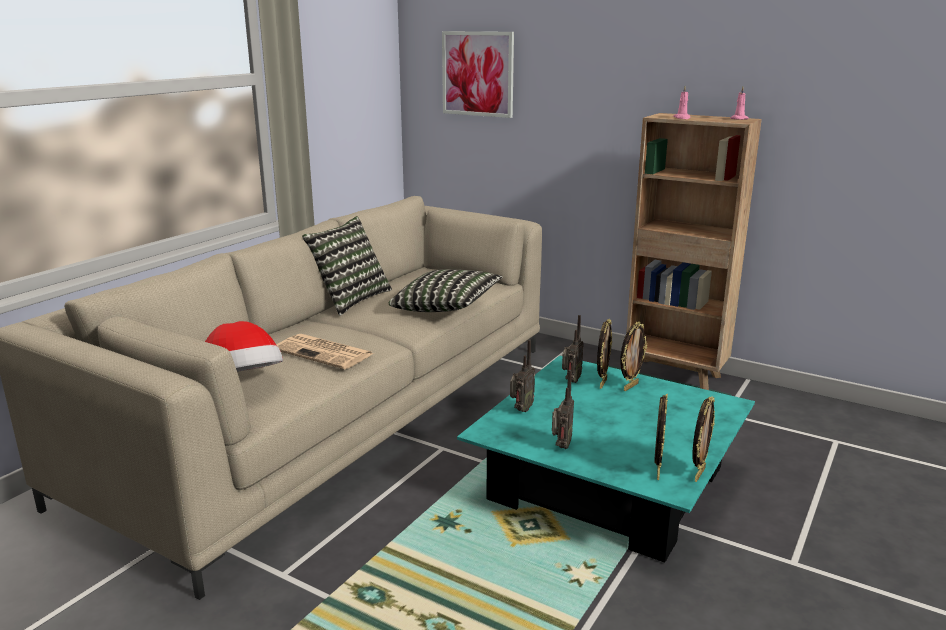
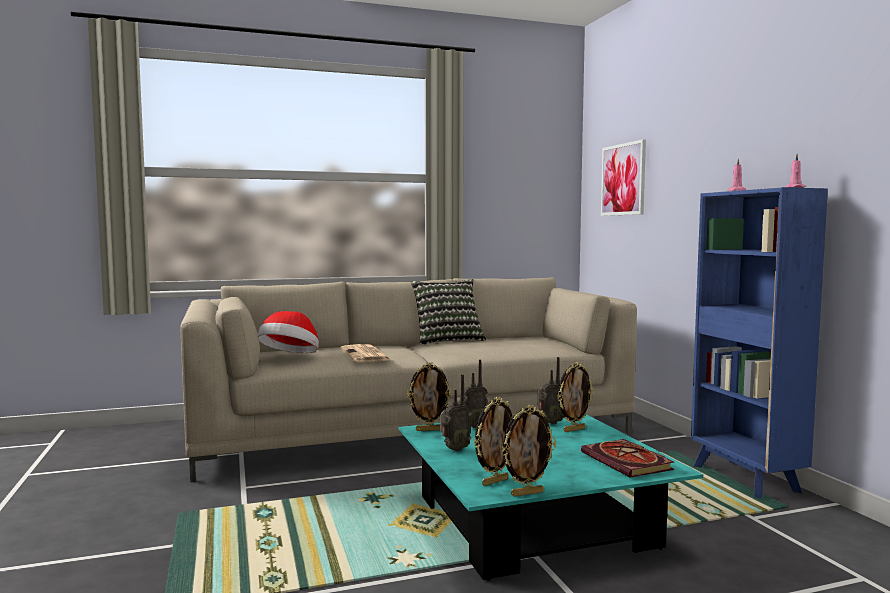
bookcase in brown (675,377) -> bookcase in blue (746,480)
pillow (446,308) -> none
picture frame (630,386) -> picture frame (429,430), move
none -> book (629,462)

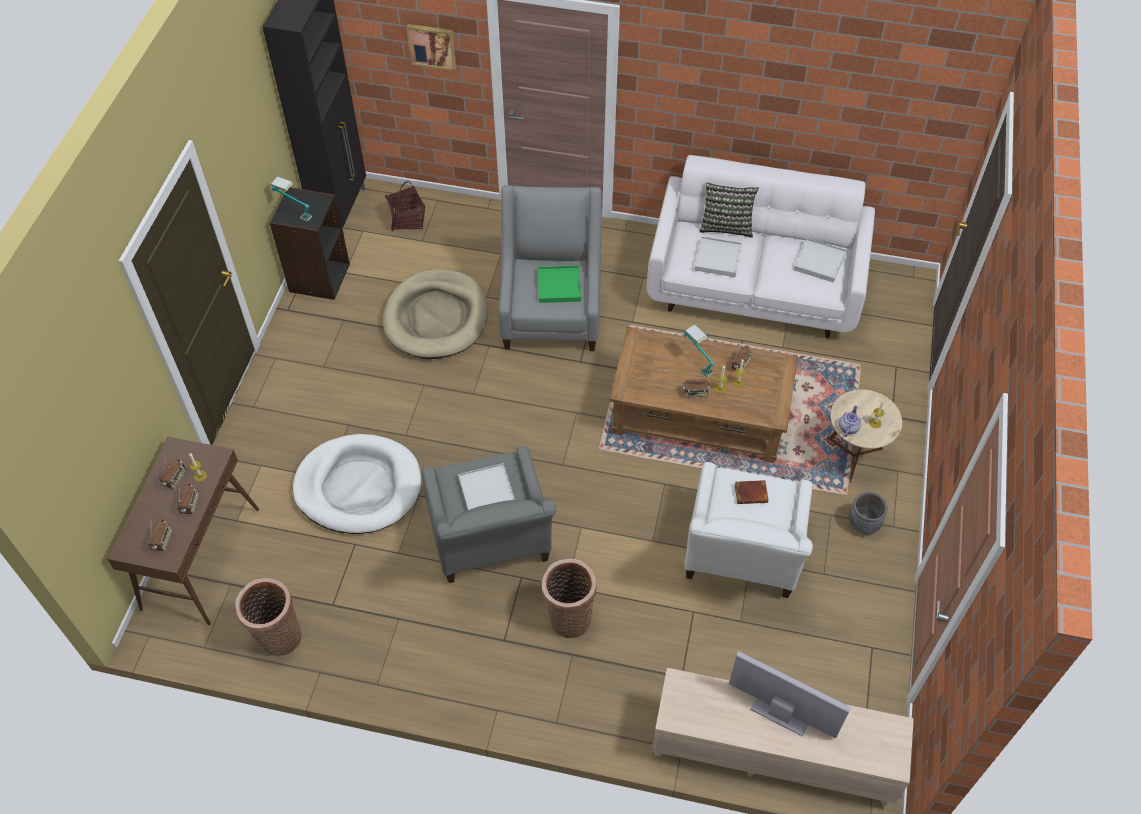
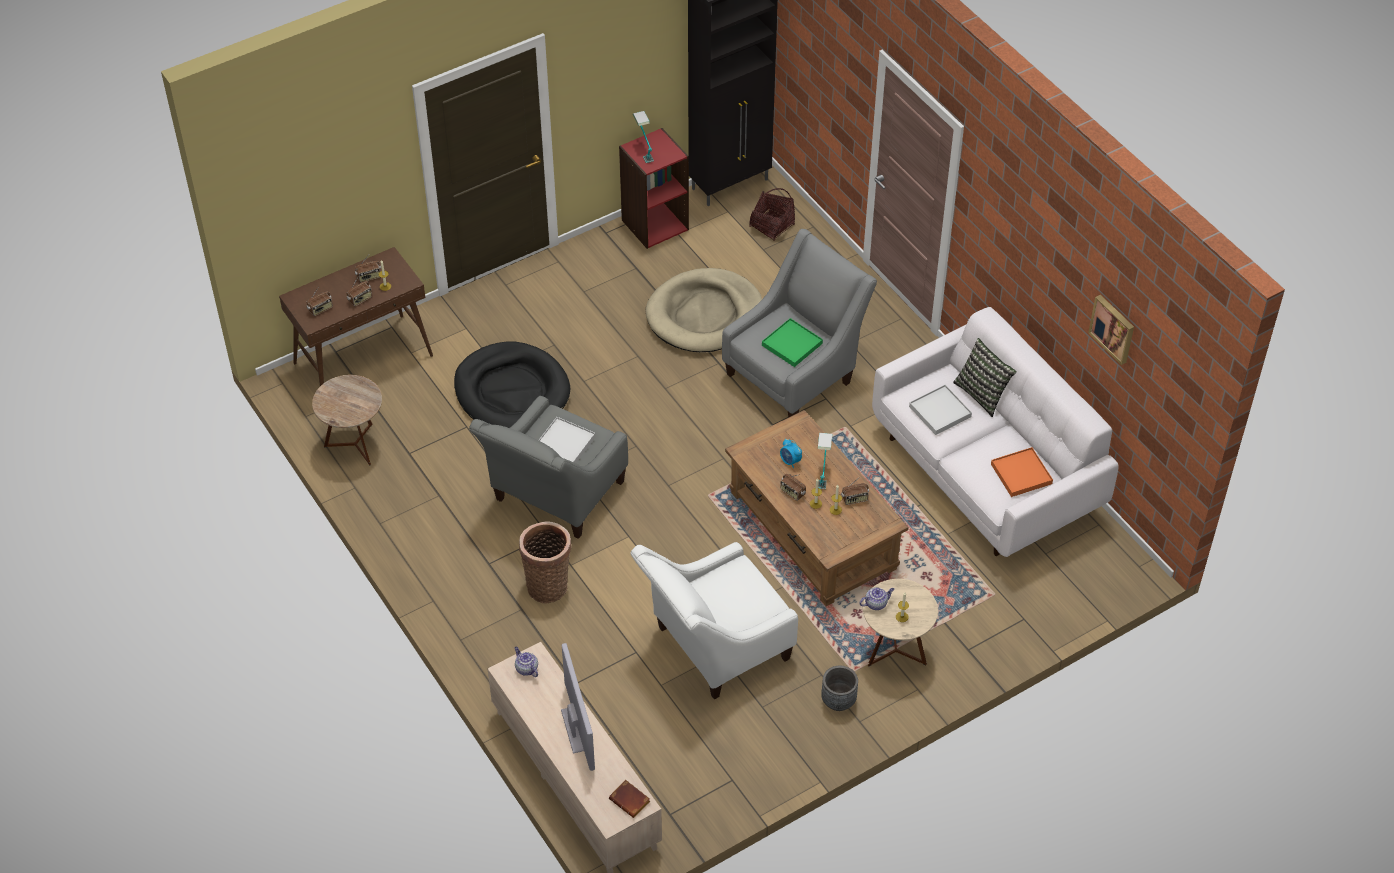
picture (432,45) -> picture (1113,328), move
bookcase in black (319,277) -> bookcase in red (654,224)
tray in white (819,262) -> tray in orange (1021,474)
dog bed in white (358,487) -> dog bed in black (512,391)
book in brown (751,493) -> book in brown (631,801), move
basket (277,636) -> side table in brown (355,445)
none -> alarm clock (790,461)
none -> teapot (526,668)

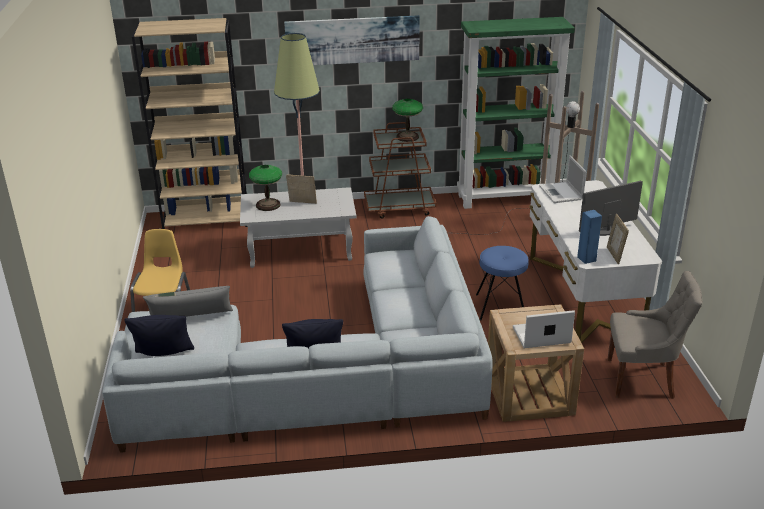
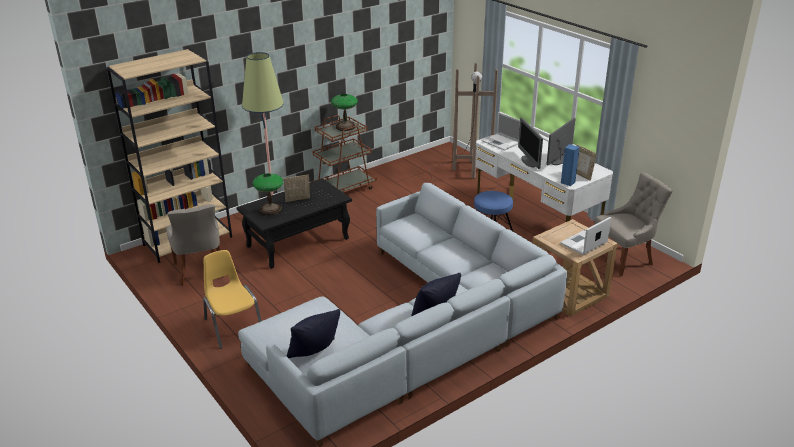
picture (352,40) -> none
bookcase in green (506,198) -> none
coffee table in white (299,250) -> coffee table in black (297,243)
pillow in grey (191,320) -> none
none -> monitor (528,161)
none -> chair in grey (200,271)

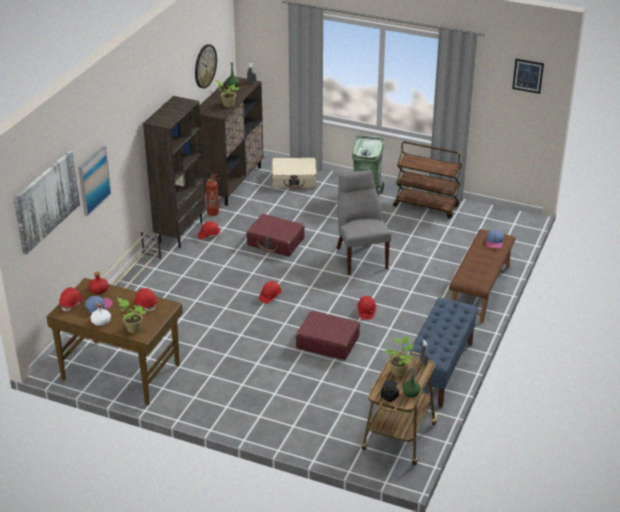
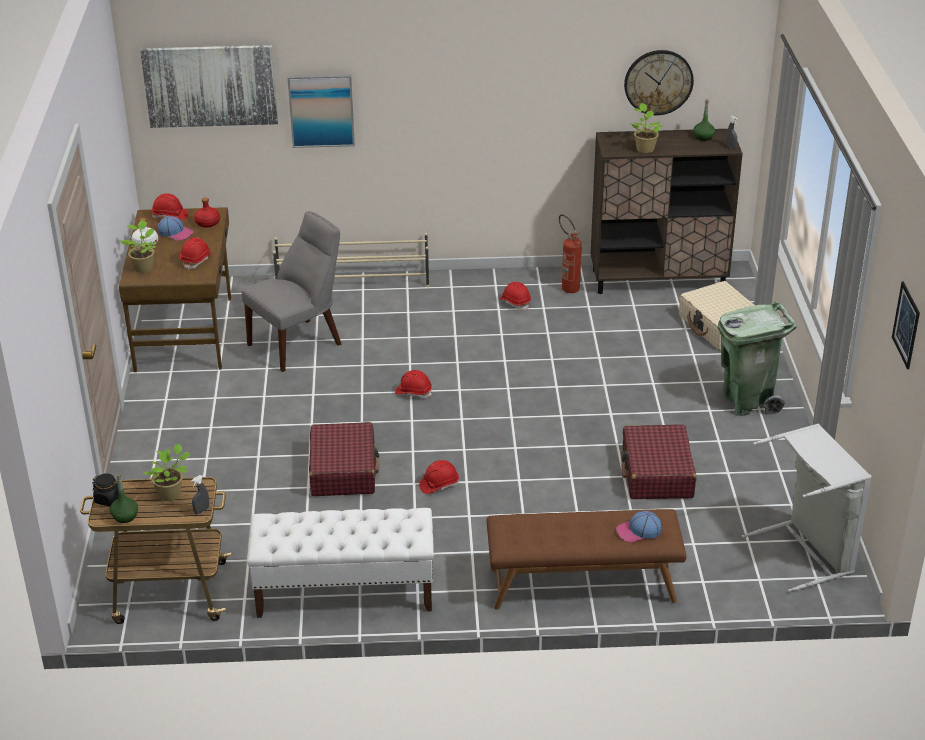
bookcase in brown (180,232) -> none
cart in brown (426,206) -> none
chair in grey (360,256) -> chair in grey (299,343), move
suitcase in red (276,242) -> suitcase in red (657,473), move
bench in blue (439,370) -> bench in white (344,592)
none -> laundry basket in grey (807,552)

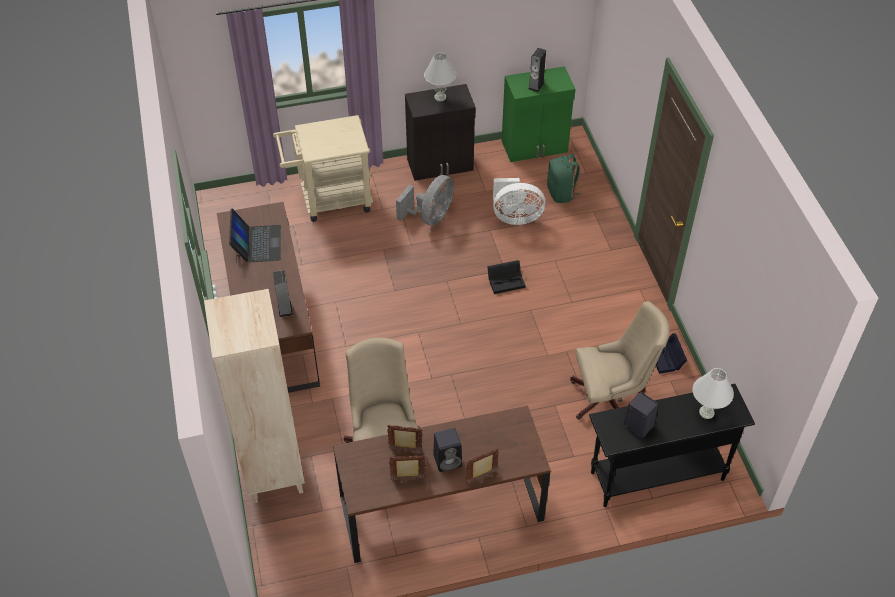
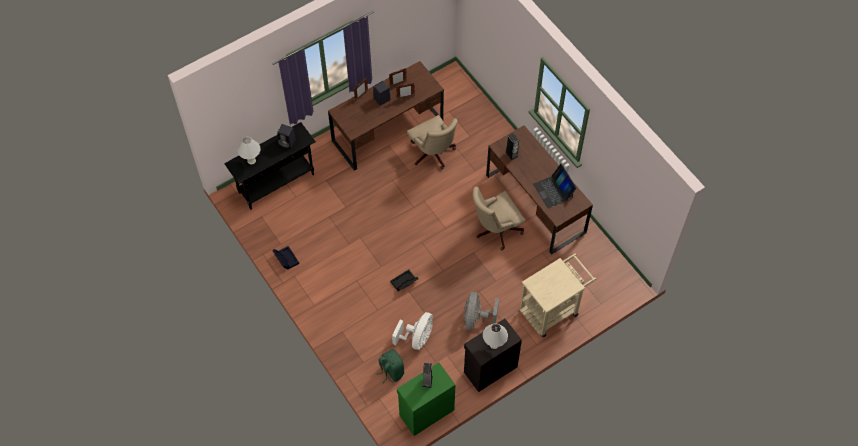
fan in white (515,217) -> fan in white (417,338), 135 degrees clockwise
bookcase in beige (273,472) -> none
office chair in beige (611,399) -> office chair in beige (495,230), move

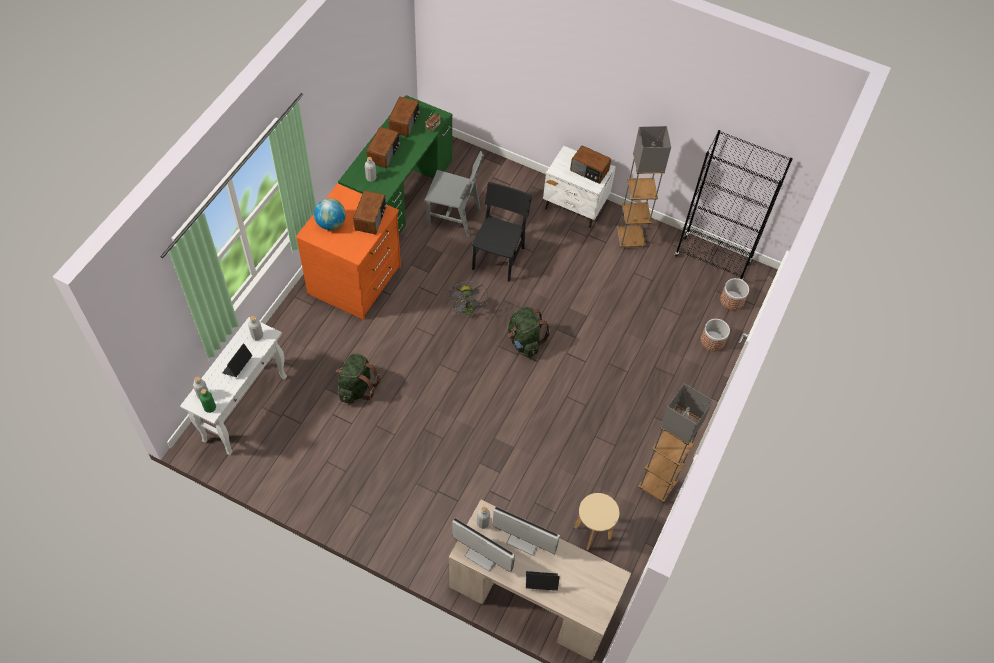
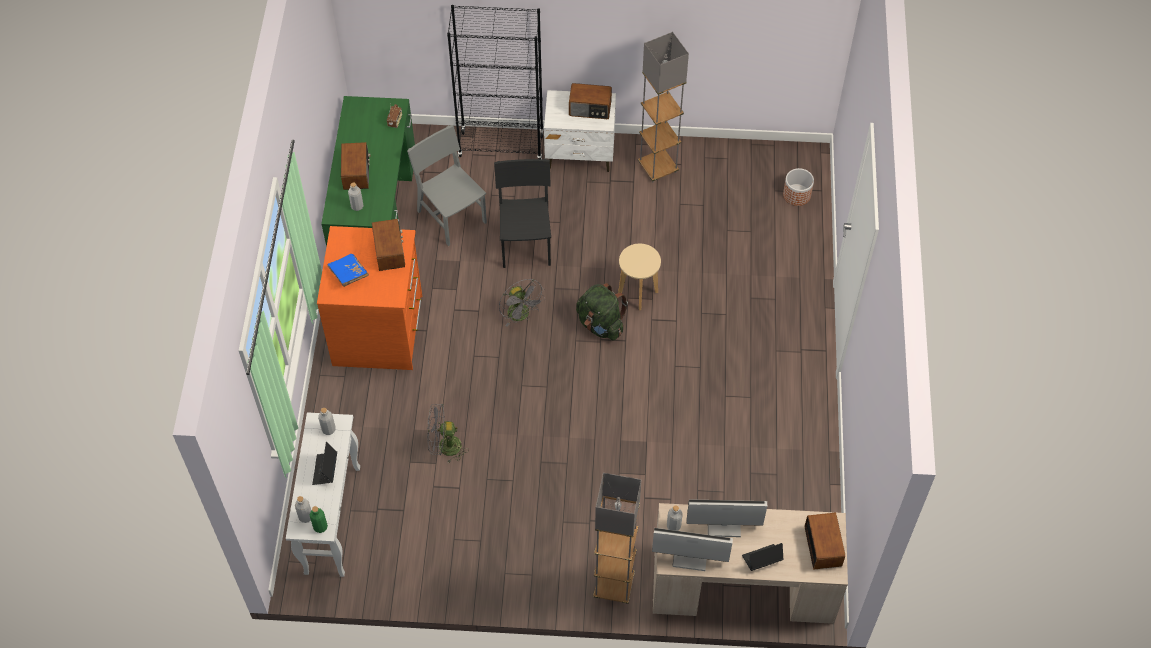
radio (404,123) -> radio (823,546), move
bookcase in black (712,259) -> bookcase in black (501,146), move
chair in grey (453,217) -> chair in grey (452,216), 120 degrees counterclockwise
globe (331,224) -> book in blue (348,274)
planter (712,341) -> none
backpack in green (357,388) -> fan in grey (444,447)
floor lamp in grey (657,485) -> floor lamp in grey (614,586), move
stool in beige (592,533) -> stool in beige (638,293), move

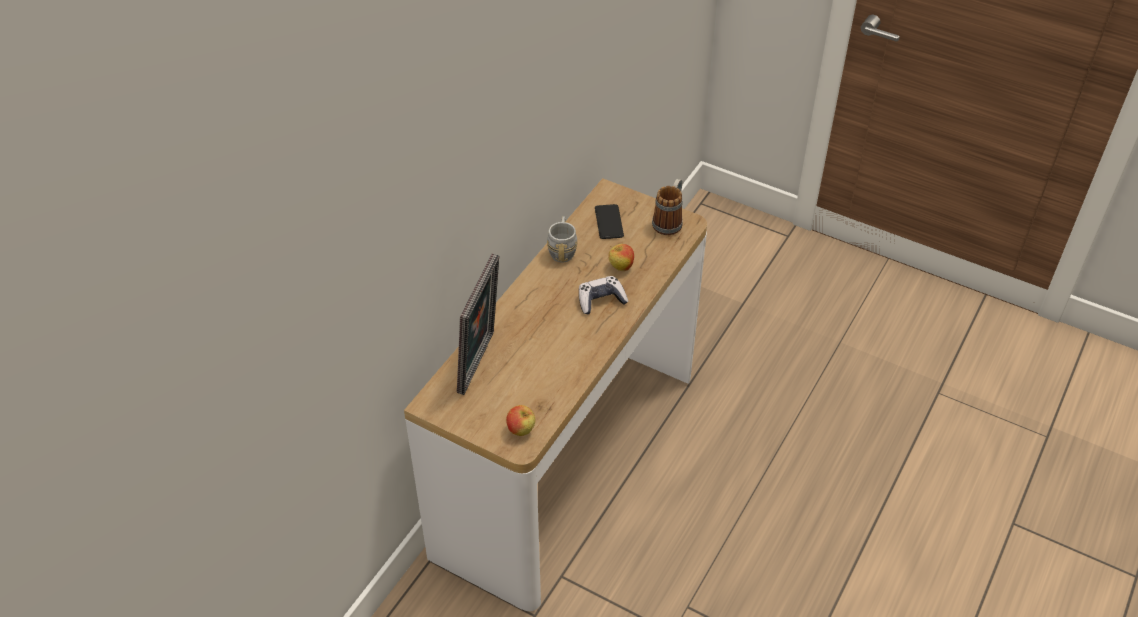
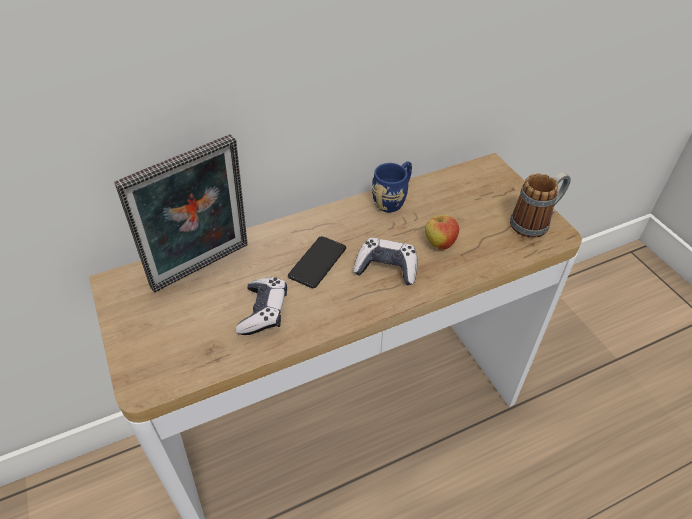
phone (609,222) -> phone (317,262), move
mug in grey (562,249) -> mug in blue (393,199)
apple (521,430) -> none
none -> game controller (264,312)

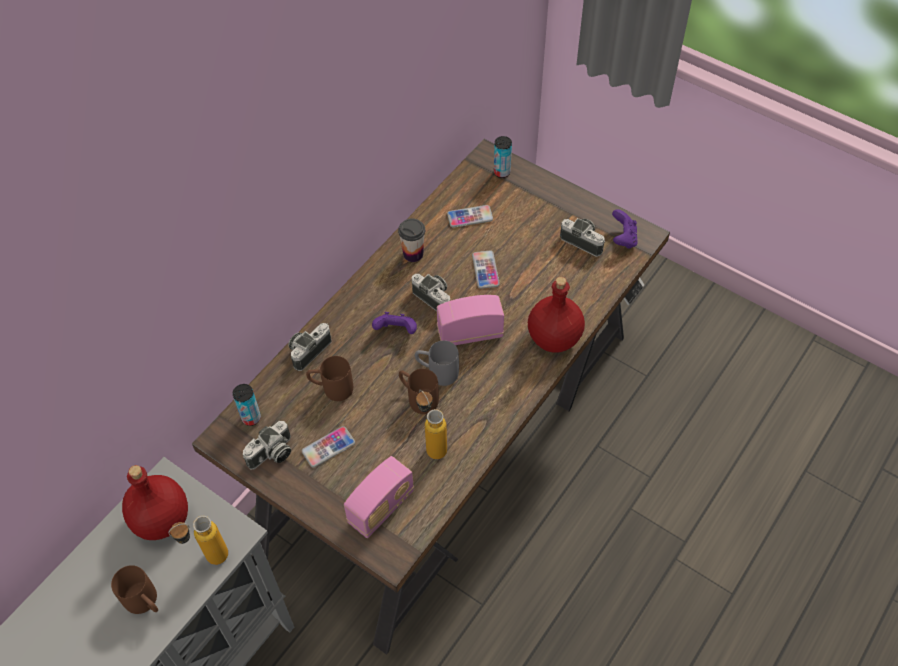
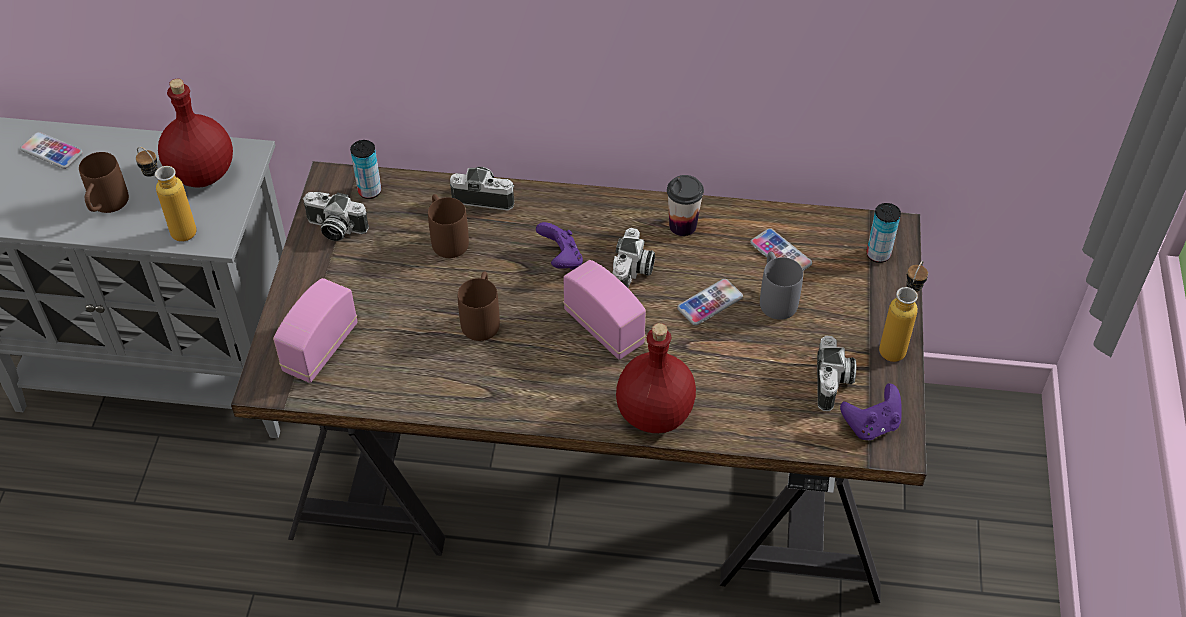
mug in grey (437,372) -> mug in grey (775,298), move
bottle (432,444) -> bottle (896,344), move
phone (328,447) -> phone (52,151), move
radio (381,507) -> radio (320,348), 105 degrees clockwise

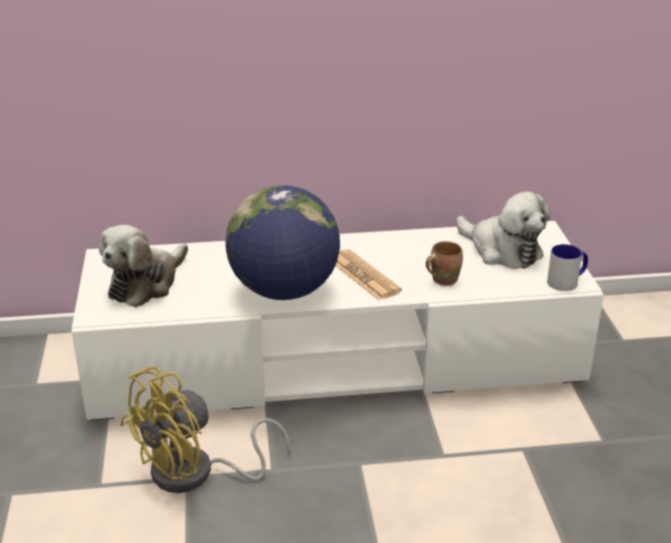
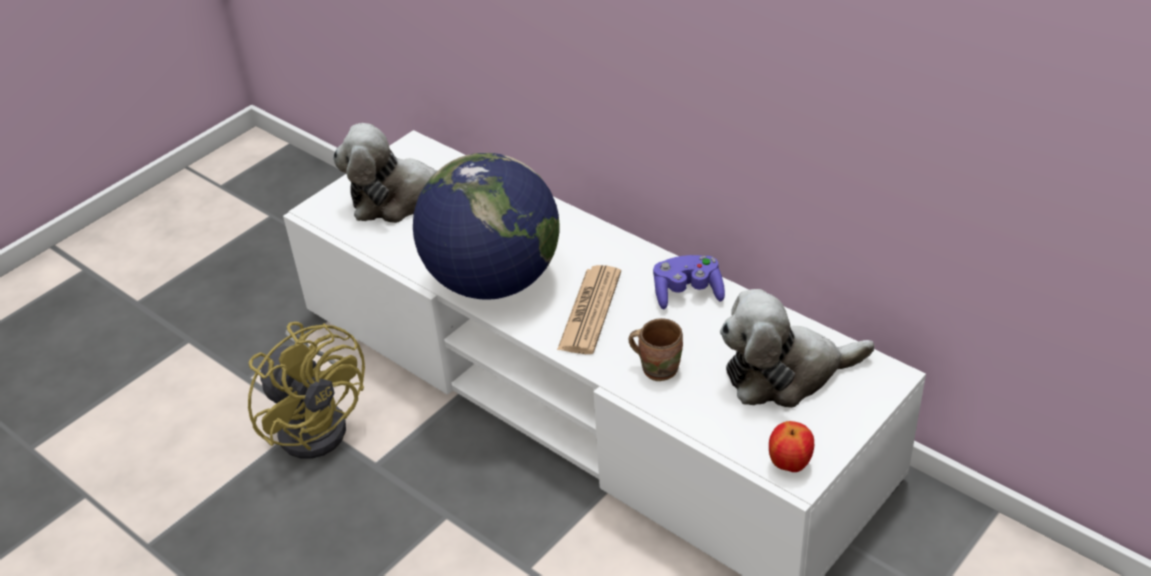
plush toy (502,250) -> plush toy (785,373), 75 degrees clockwise
mug (567,281) -> apple (789,464)
fan in yellow (196,474) -> fan in yellow (317,422), 135 degrees counterclockwise
none -> game controller in purple (687,293)

